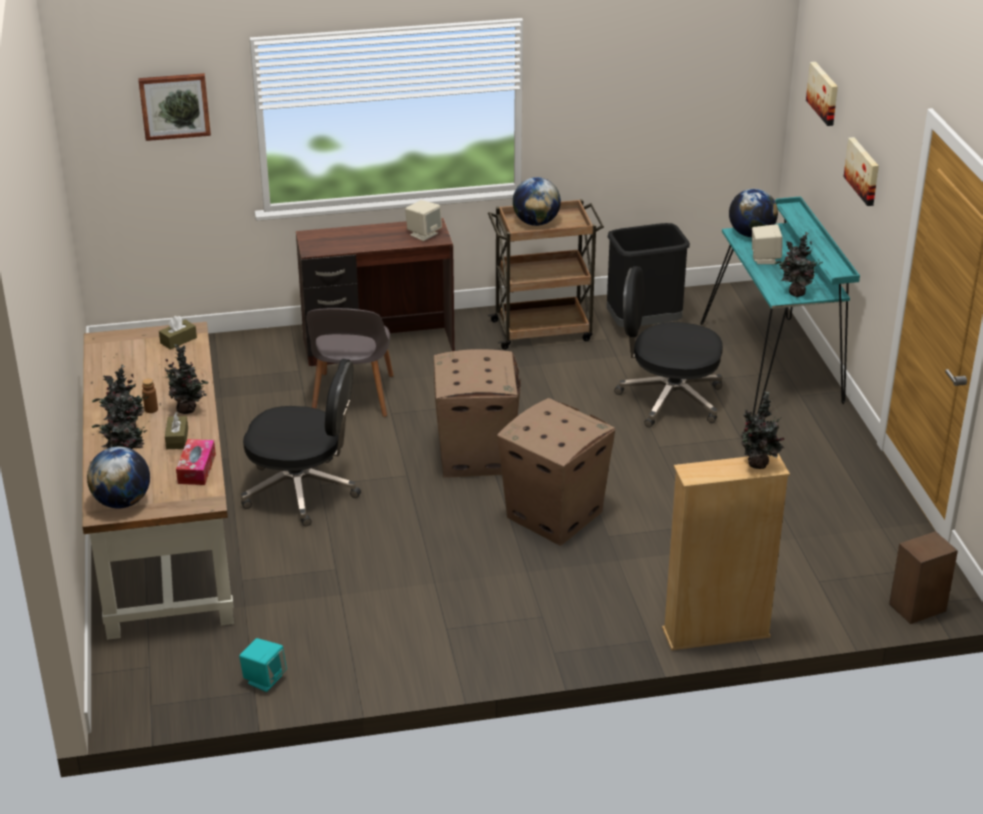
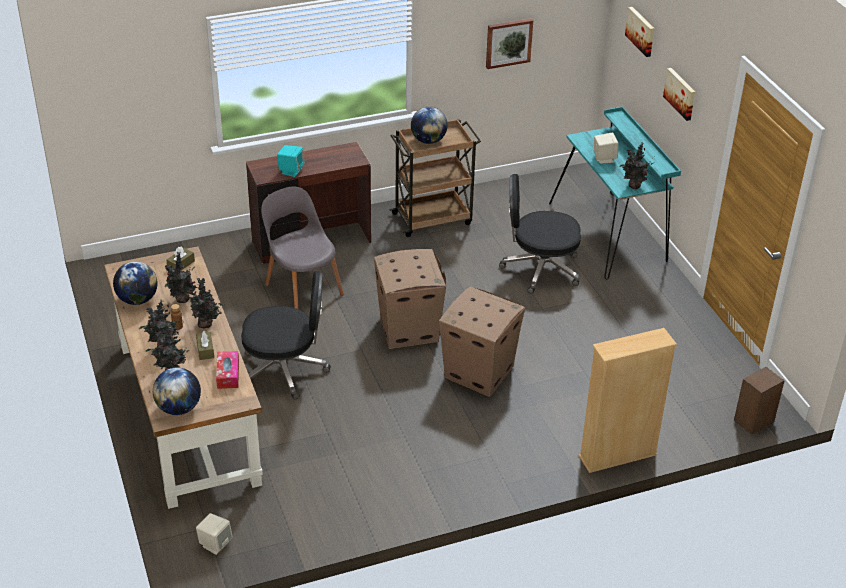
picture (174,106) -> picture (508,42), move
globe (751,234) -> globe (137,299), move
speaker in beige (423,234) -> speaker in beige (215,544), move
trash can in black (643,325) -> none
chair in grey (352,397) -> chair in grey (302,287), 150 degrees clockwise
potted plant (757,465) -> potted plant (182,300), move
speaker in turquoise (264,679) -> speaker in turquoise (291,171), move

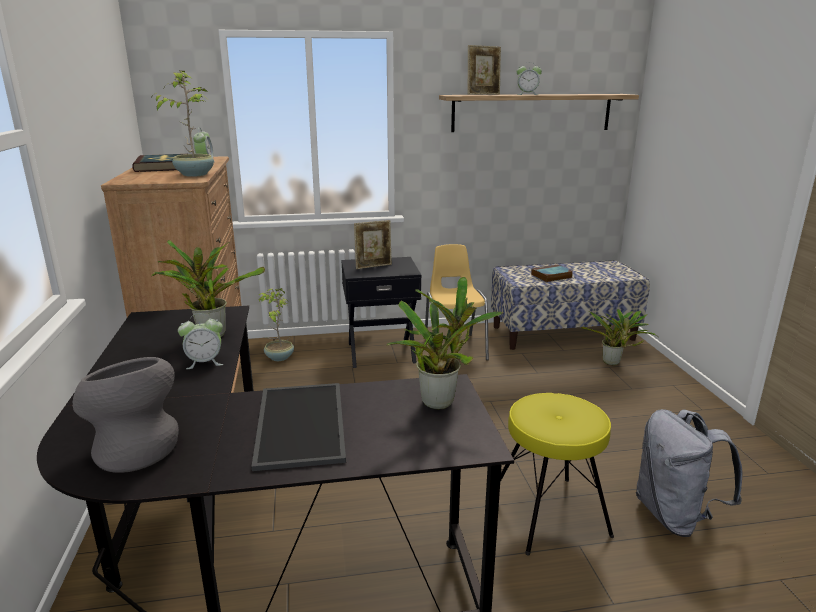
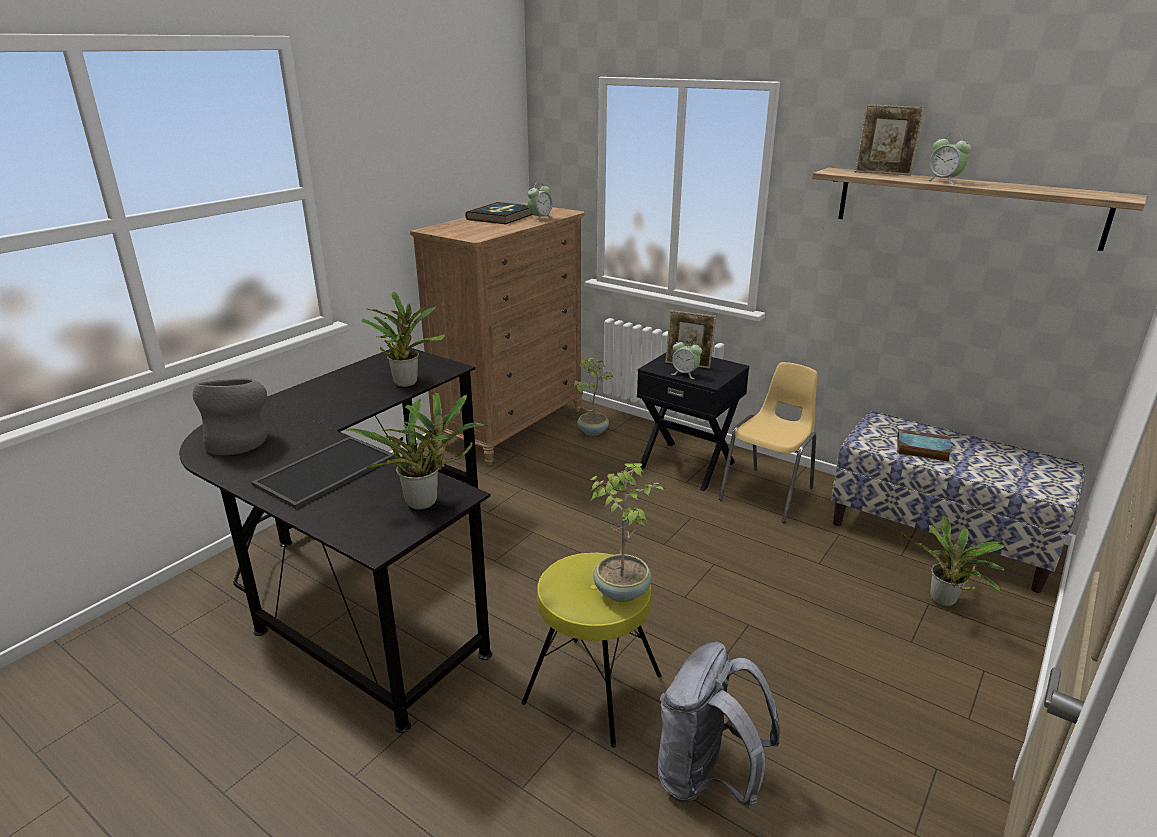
potted plant (195,174) -> potted plant (622,590), move
alarm clock (205,362) -> alarm clock (685,374), move

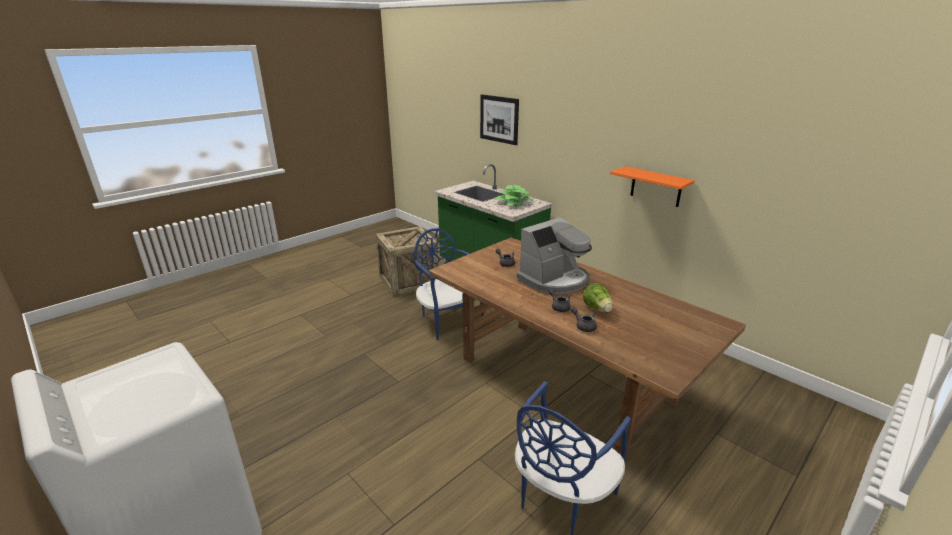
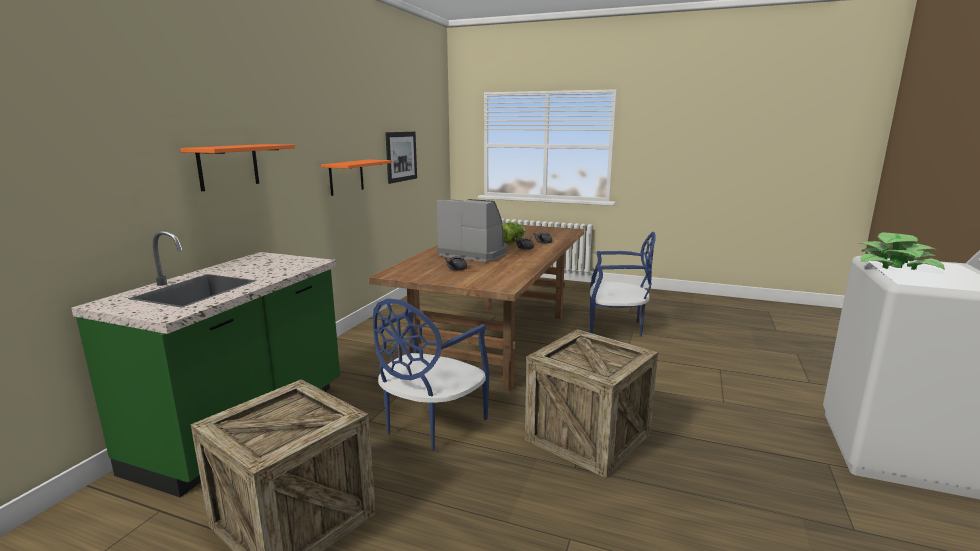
picture (499,119) -> picture (401,156), move
potted plant (513,203) -> potted plant (896,265), move
none -> shelf in orange (228,166)
none -> crate (588,437)

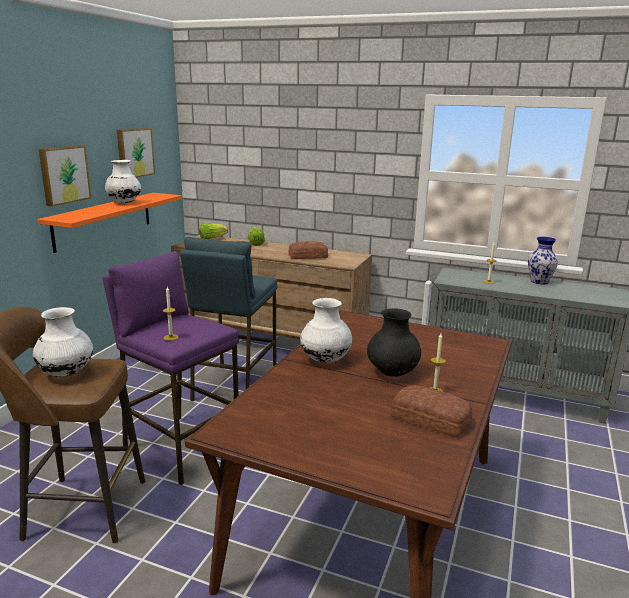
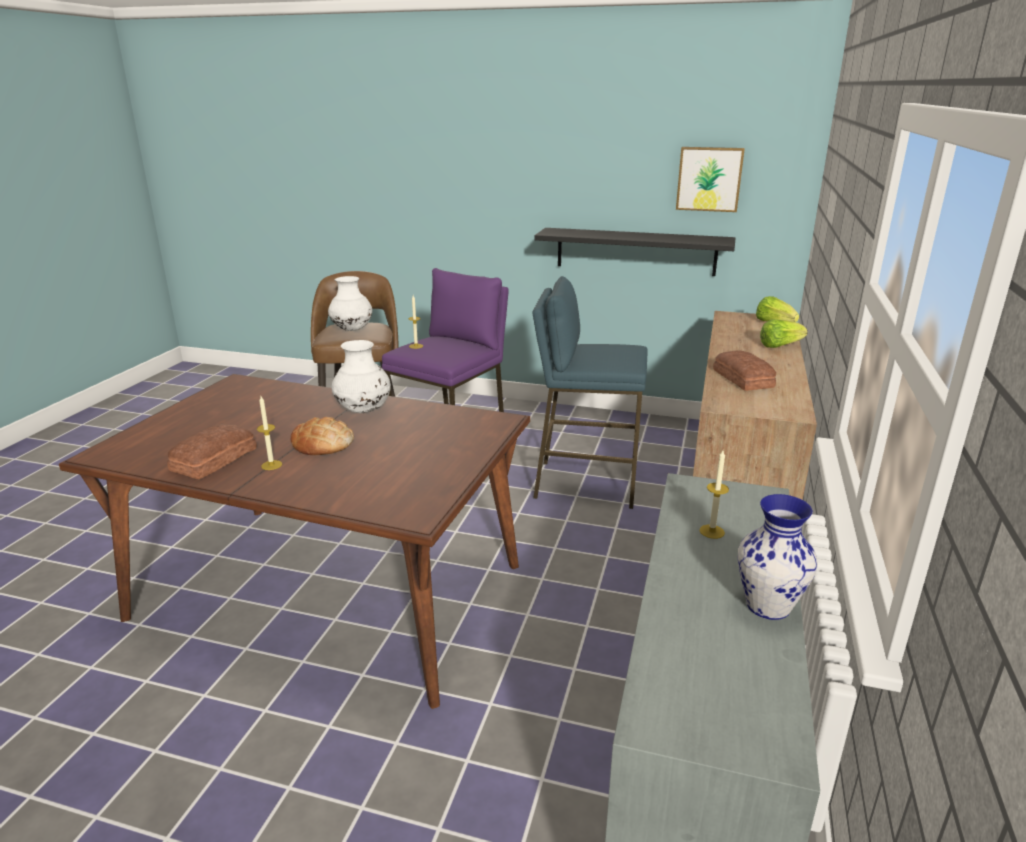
picture (63,174) -> none
vase in white (124,203) -> none
shelf in orange (104,220) -> shelf in black (635,251)
vase in black (392,373) -> bread (323,443)

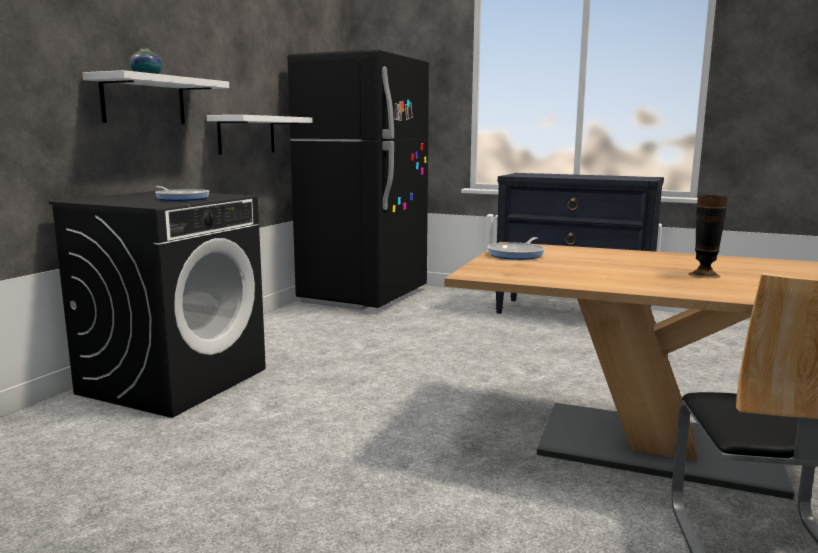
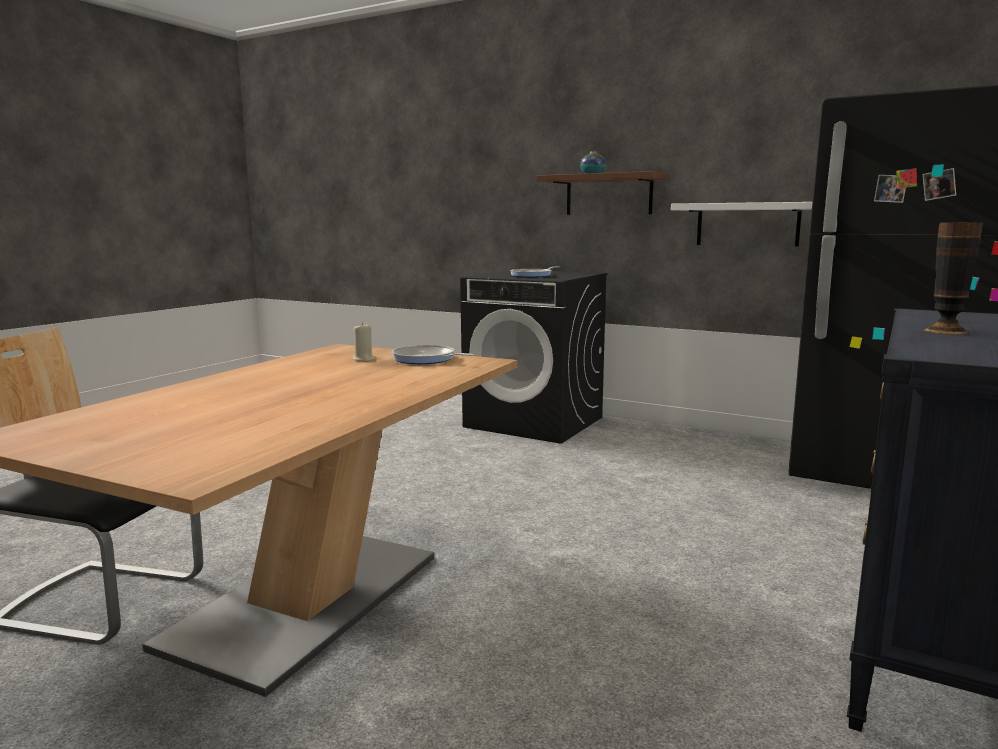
shelf in white (144,100) -> shelf in brown (609,195)
vase (704,275) -> vase (946,331), move
none -> candle in beige (364,359)

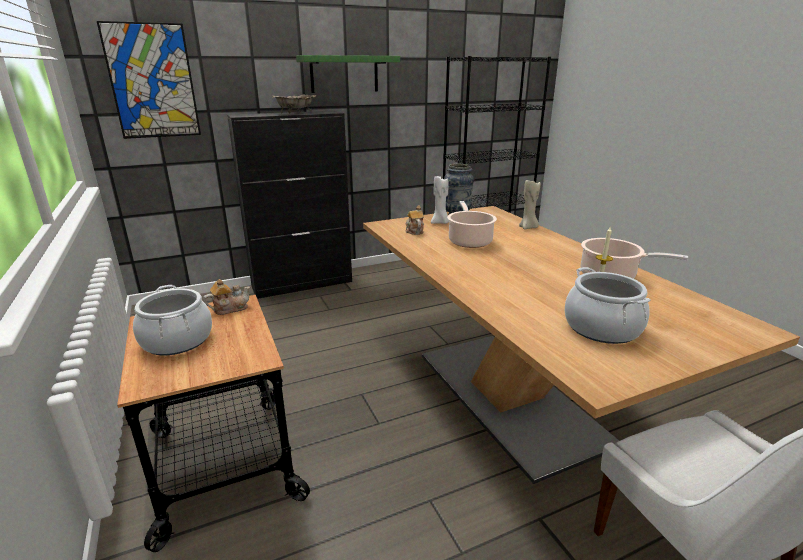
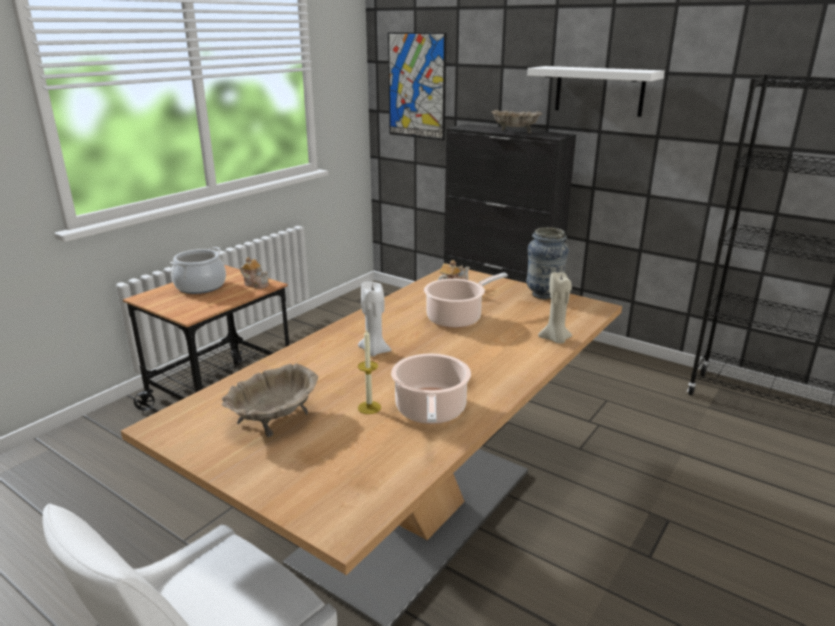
shelf in green (344,74) -> shelf in white (599,90)
candle in white (440,223) -> candle in white (374,352), move
cooking pot (601,328) -> bowl in beige (274,418)

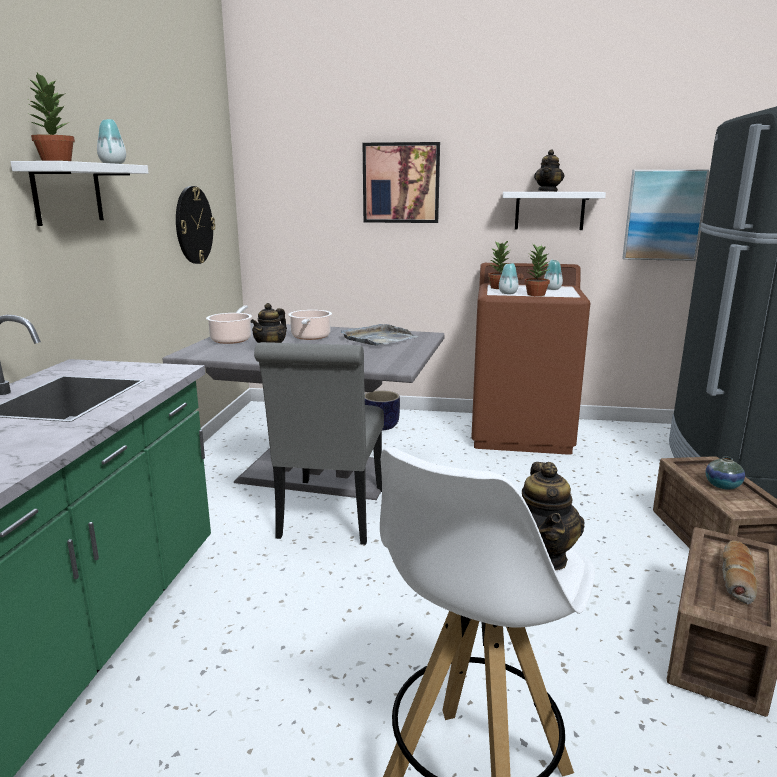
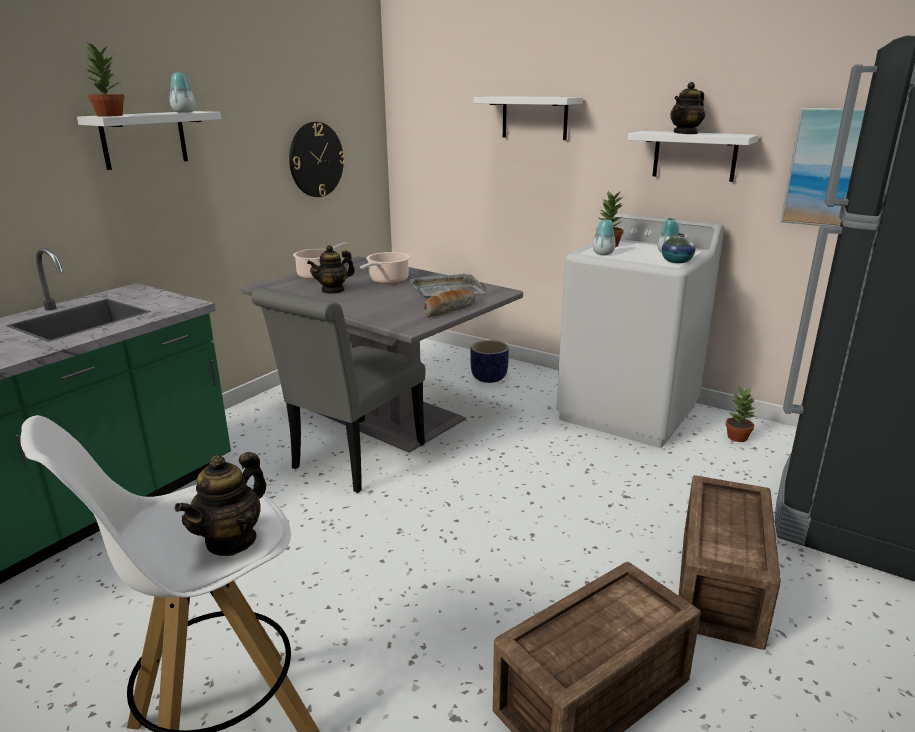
picture (401,183) -> shelf in white (534,117)
potted plant (536,294) -> potted plant (737,437), move
washing machine in brown (521,433) -> washing machine in white (628,412)
vase (722,485) -> vase (676,261), move
bread (736,578) -> bread (449,309), move

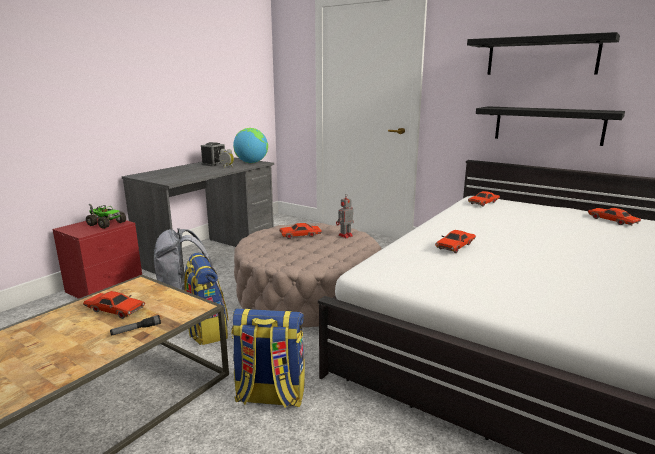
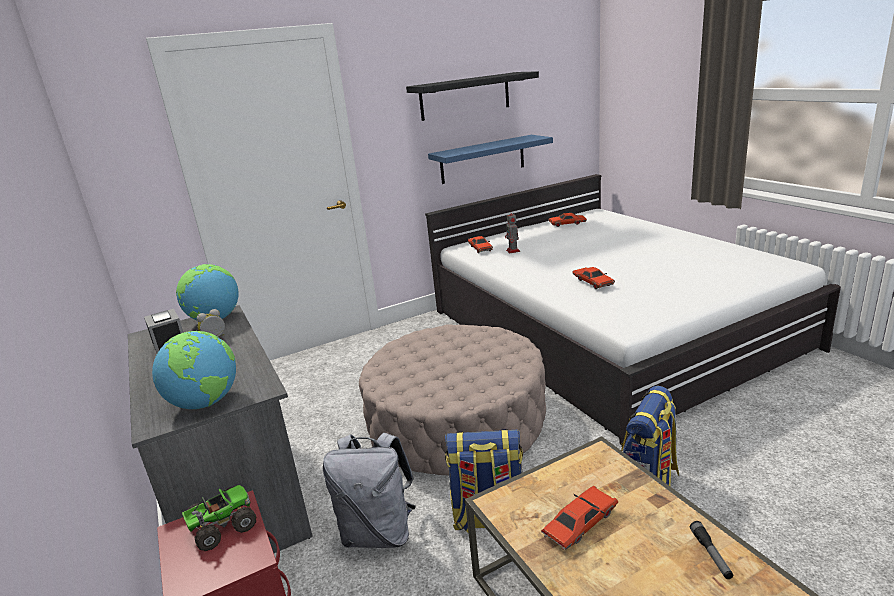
shelf in black (548,125) -> shelf in blue (482,159)
toy robot (345,236) -> toy robot (513,251), move
toy car in red (300,235) -> none
flashlight (136,330) -> flashlight (711,554), move
none -> globe (206,402)

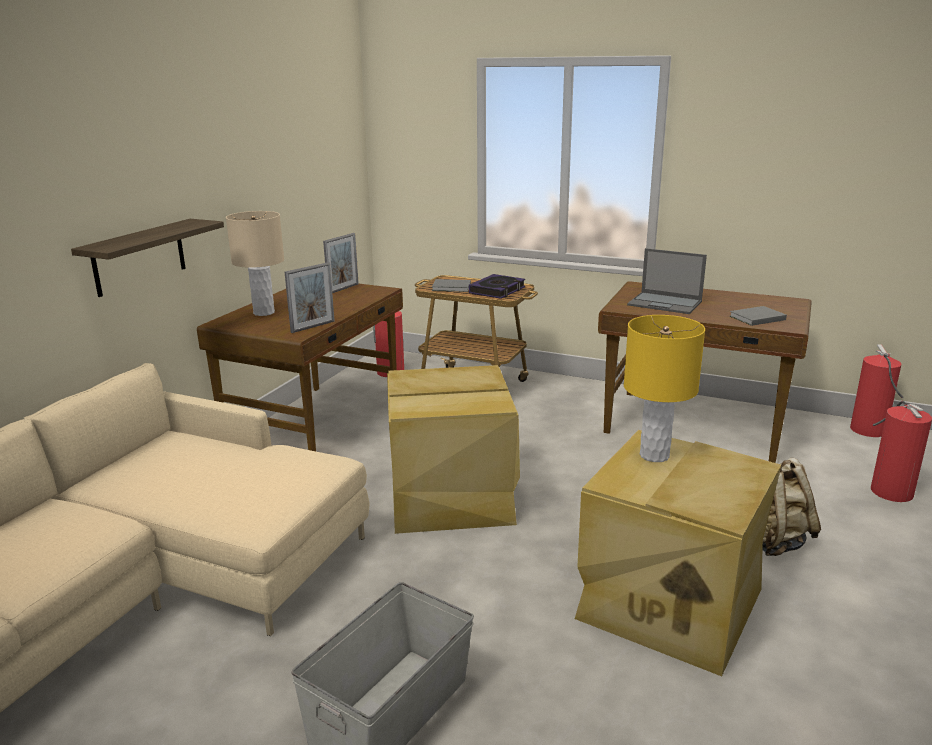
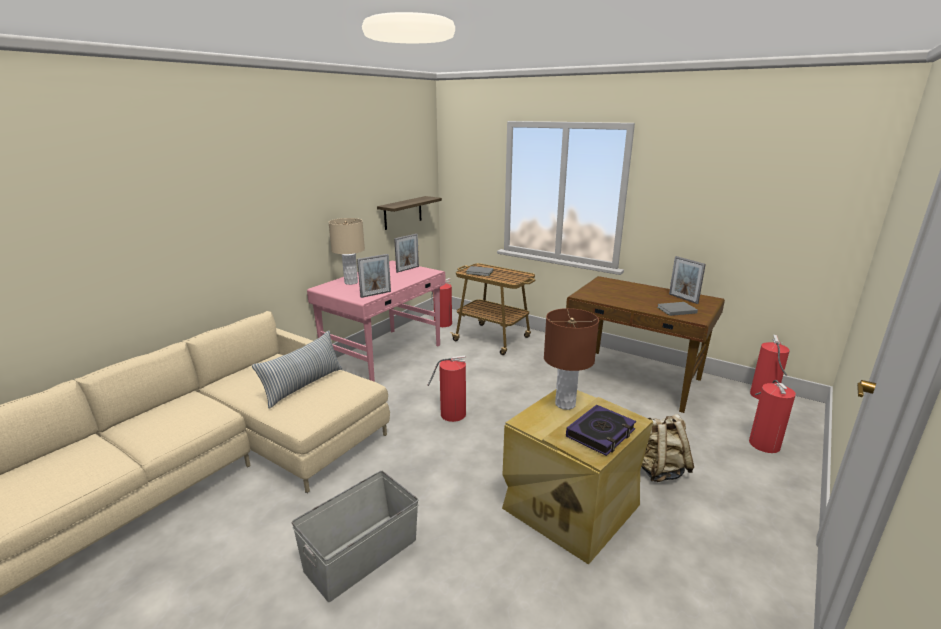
shelf (139,257) -> shelf (403,212), move
laptop (665,303) -> none
book (497,290) -> book (601,434), move
desk in brown (317,424) -> desk in pink (385,355)
table lamp in yellow (654,455) -> table lamp in brown (565,404)
storage box in beige (452,498) -> fire extinguisher (451,414)
none -> picture frame (683,298)
none -> pillow (303,385)

